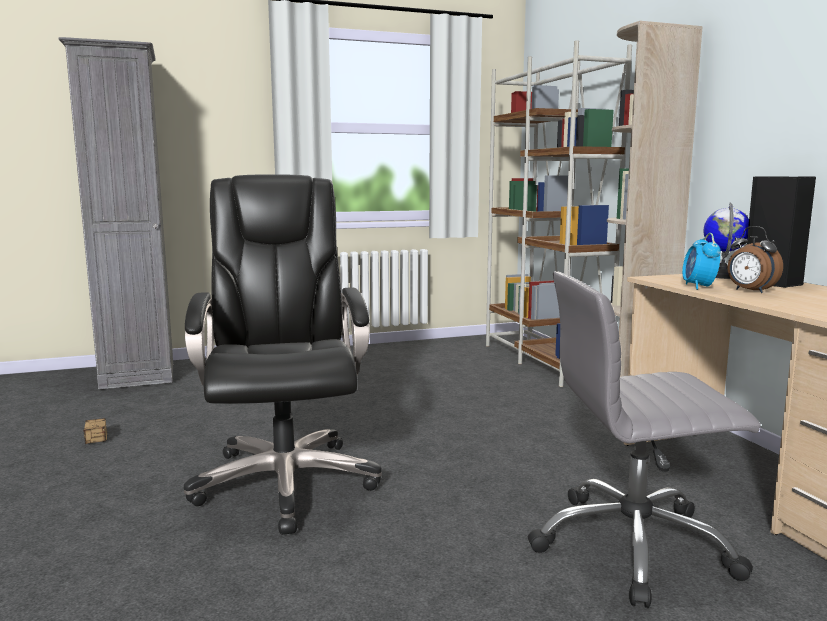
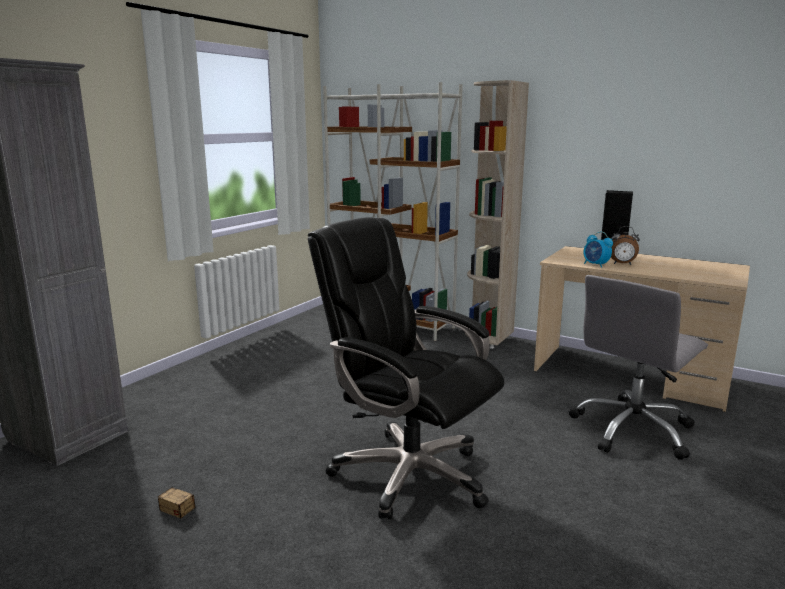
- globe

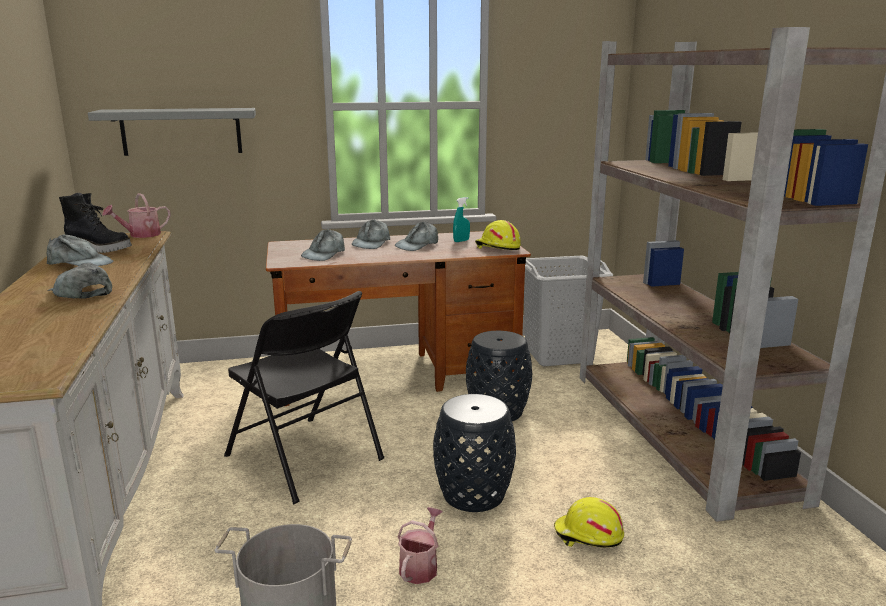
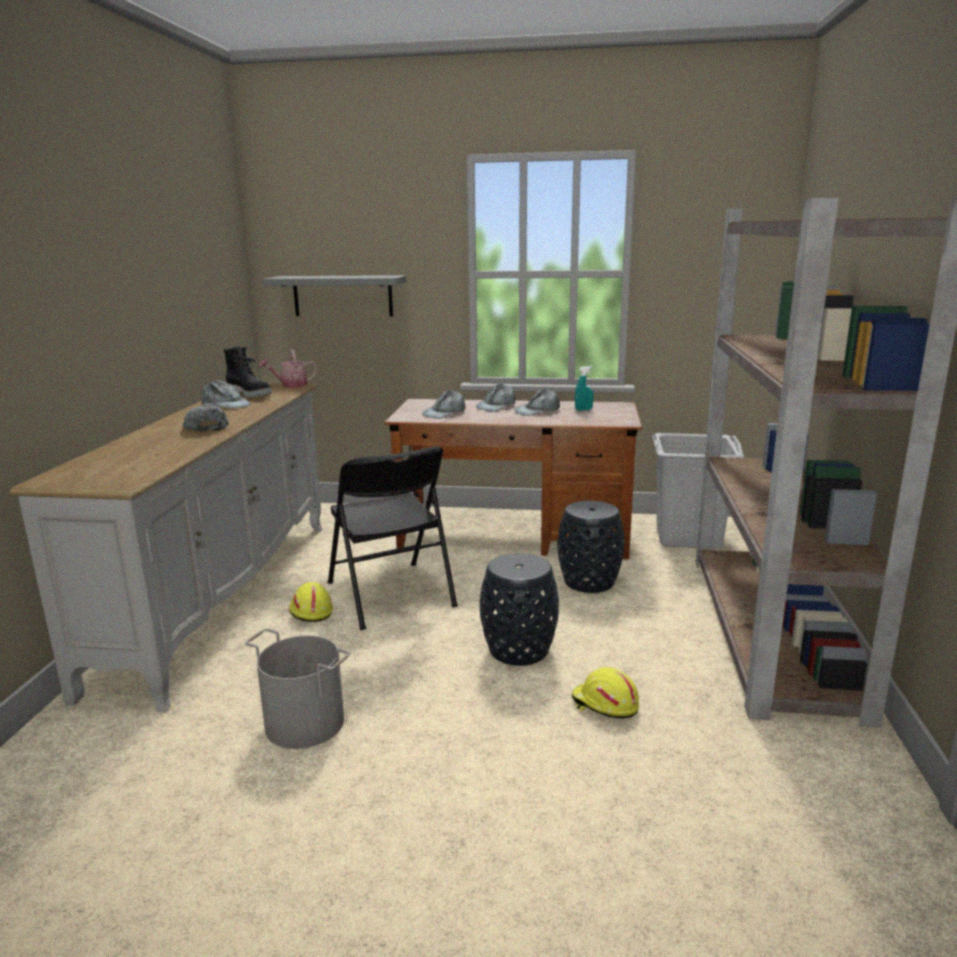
~ yellow hard hat (no. 1 from left)
- watering can (no. 2 from left)

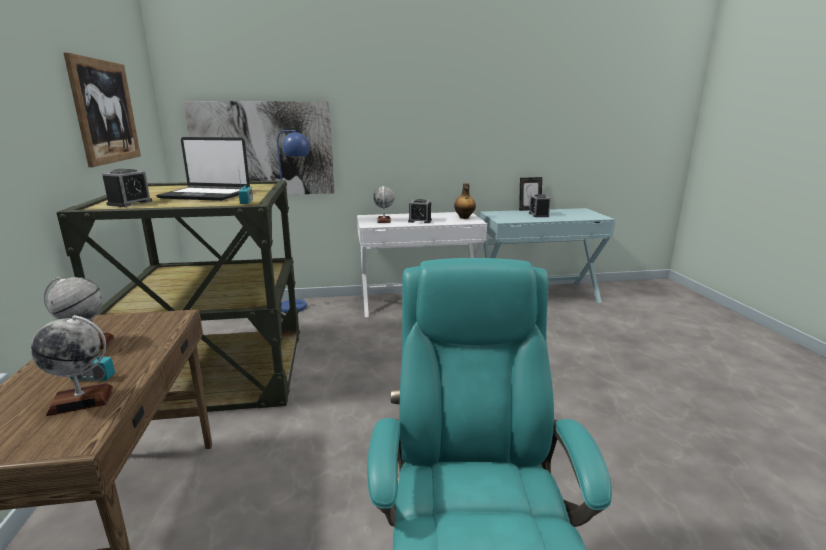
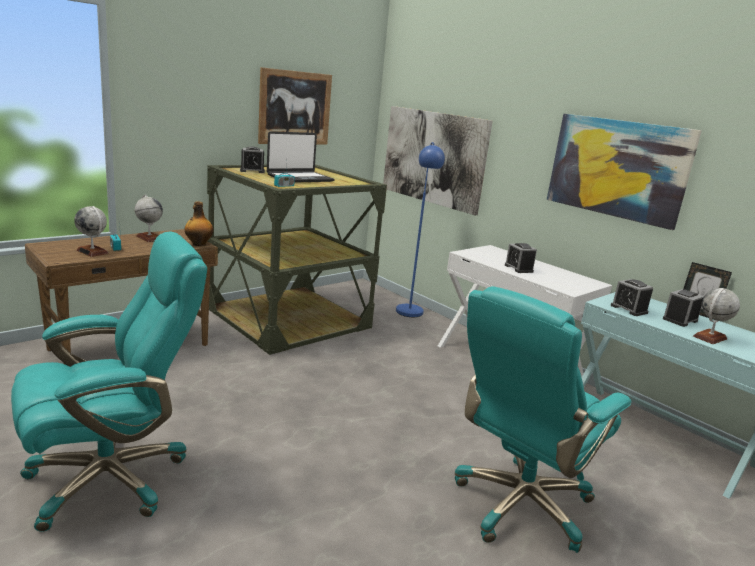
~ bottle
~ laptop 105 degrees counterclockwise
+ turquoise office chair (no. 2 from left)
+ picture (no. 3 from left)
+ alarm clock (no. 3 from left)
~ globe (no. 3 from left)

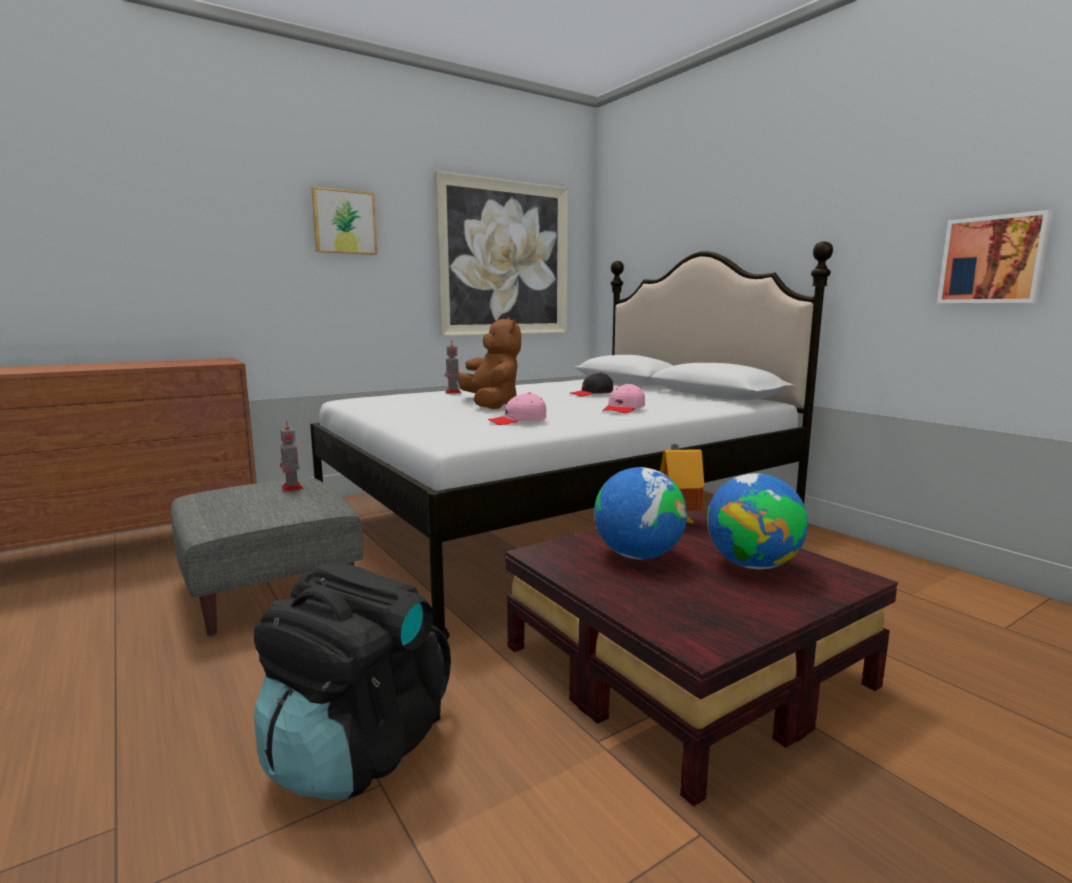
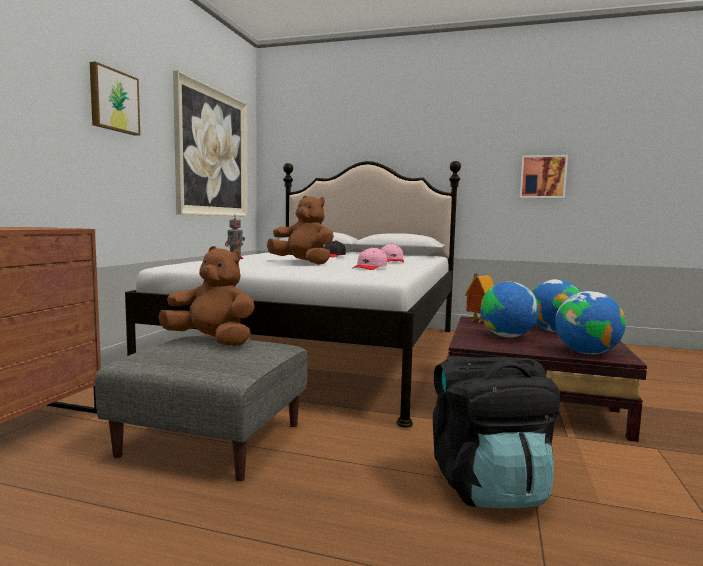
~ toy robot (no. 1 from left) to brown plush toy (no. 1 from left)
+ globe (no. 3 from left)

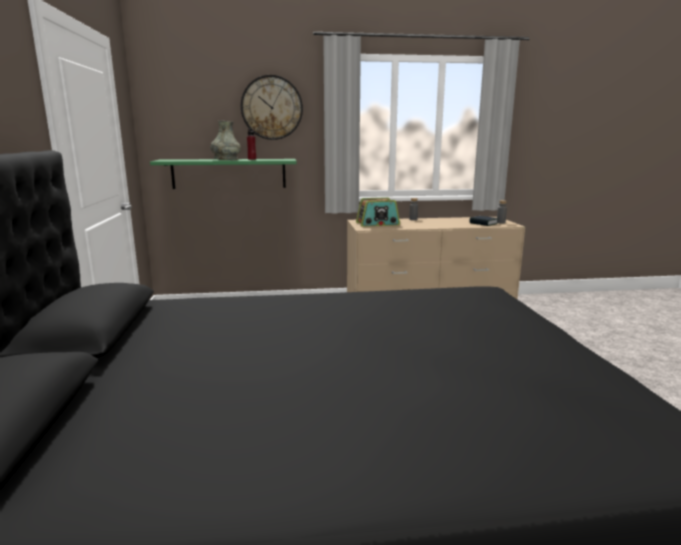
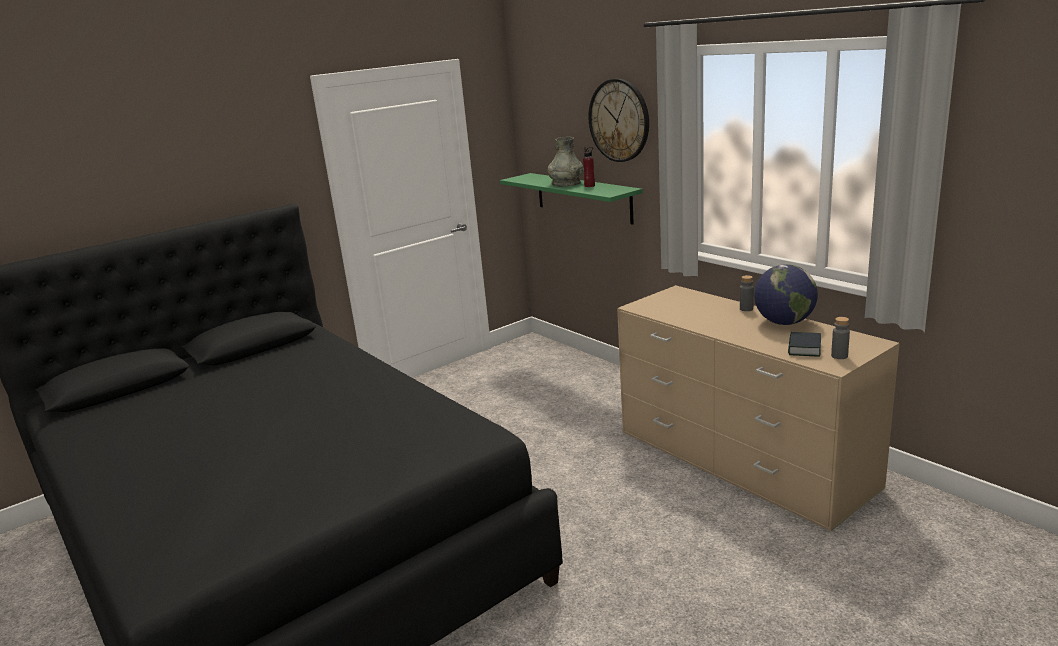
+ globe
- radio

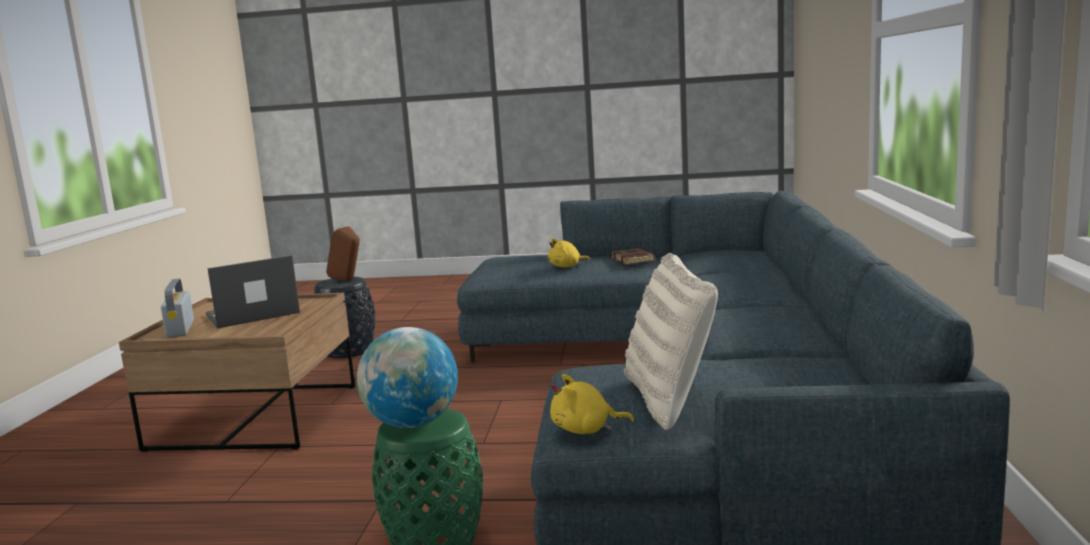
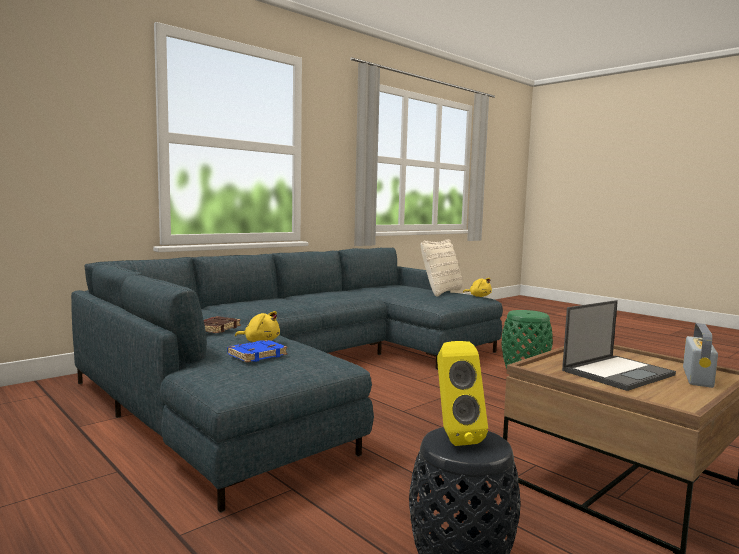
+ blue book
~ brown speaker to yellow speaker
~ laptop 45 degrees counterclockwise
- globe

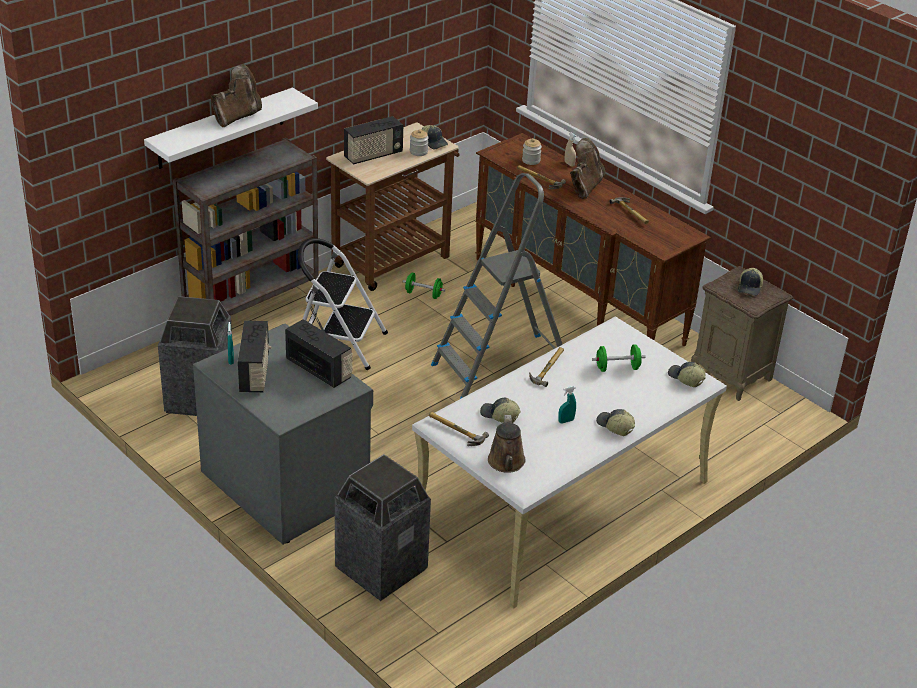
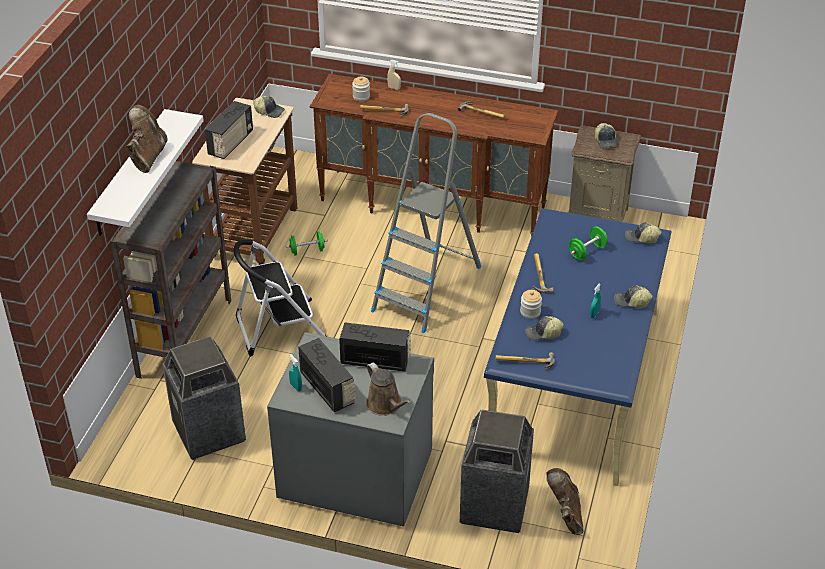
~ brown watering can
~ white desk to blue desk
~ jar (no. 1 from left in the first image) to jar (no. 2 from left)
~ brown boot (no. 2 from left)

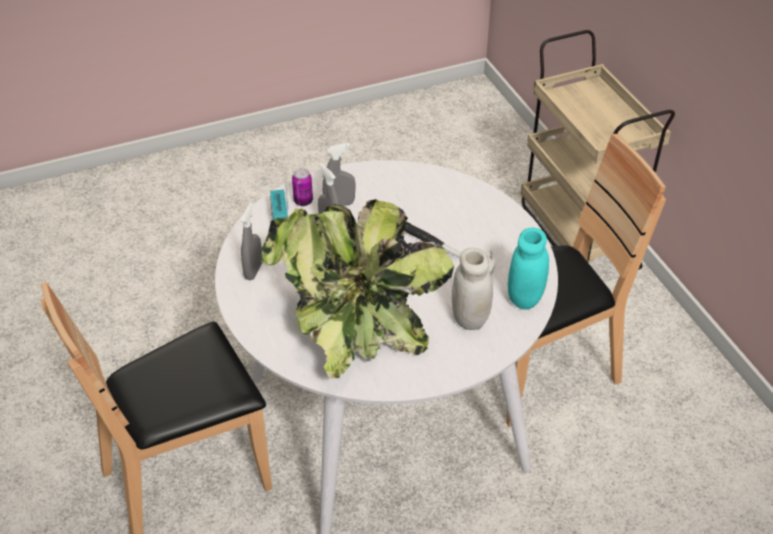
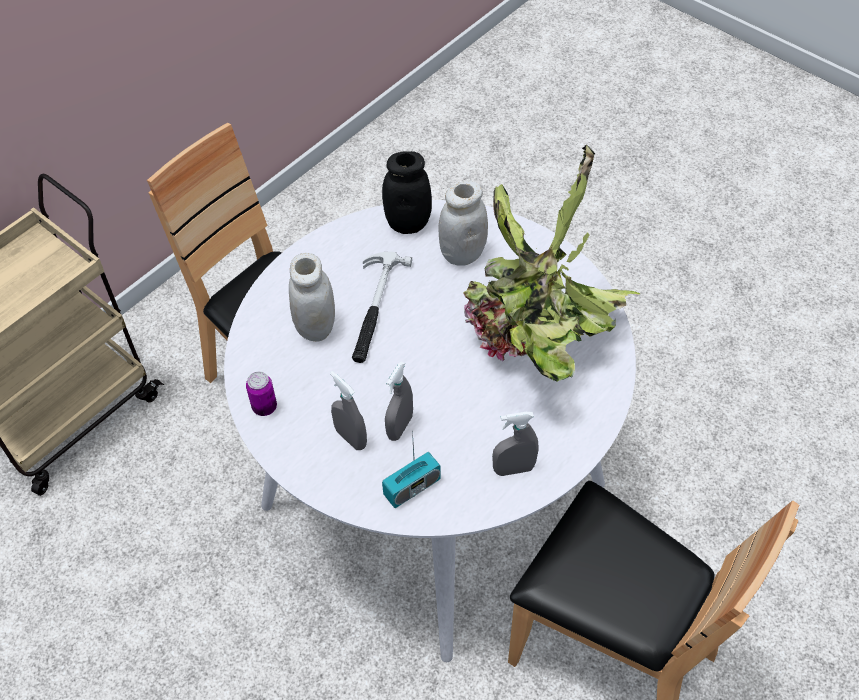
~ can
+ white jar (no. 1 from left)
~ turquoise jar to black jar

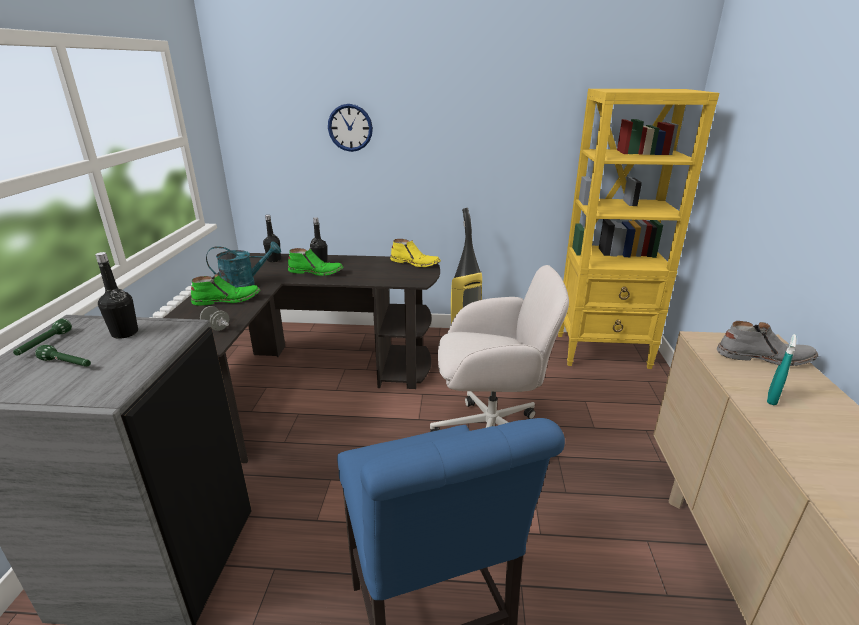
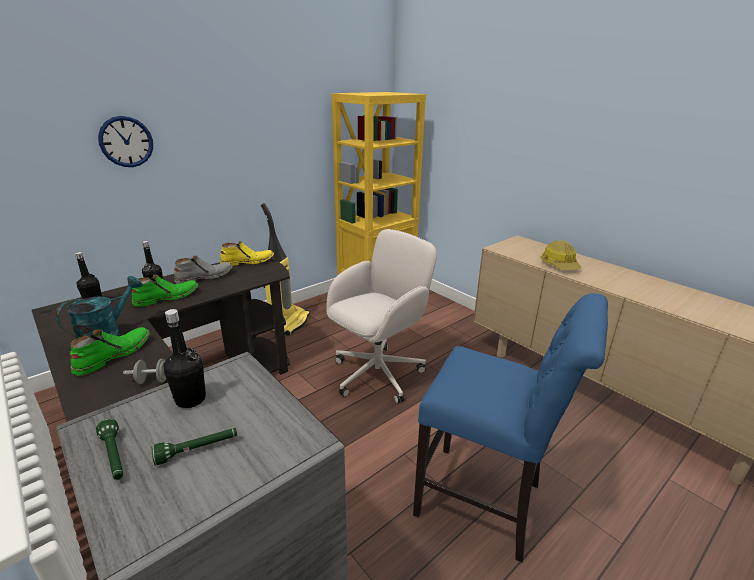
~ grey boot
~ turquoise spray bottle to hard hat

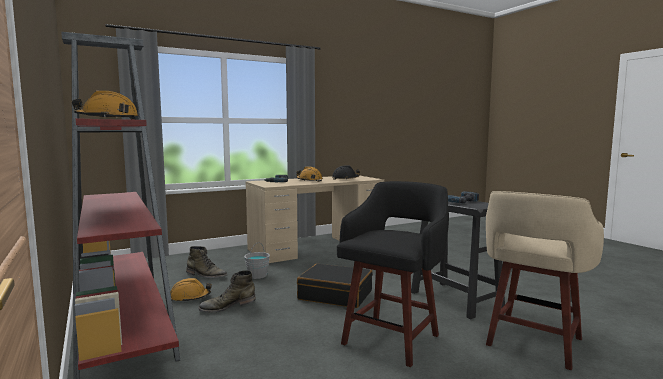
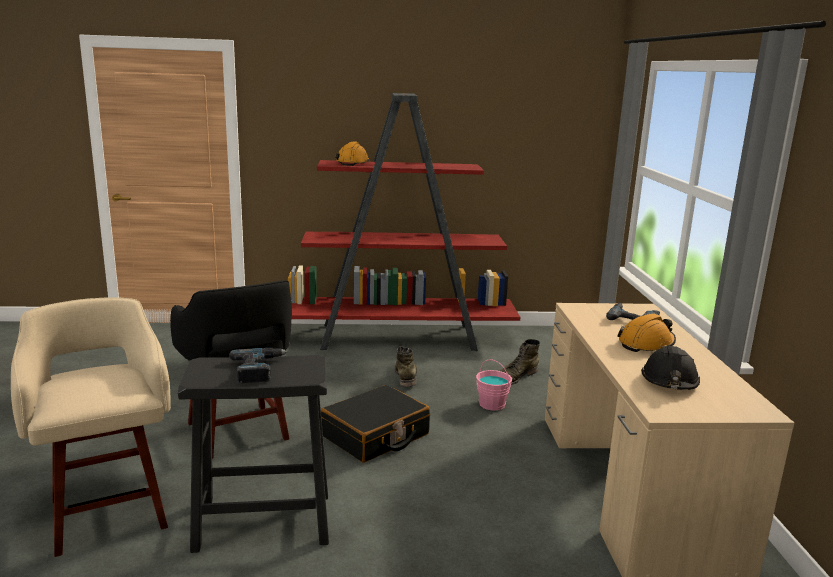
~ grey bucket to pink bucket
- orange hard hat (no. 2 from left)

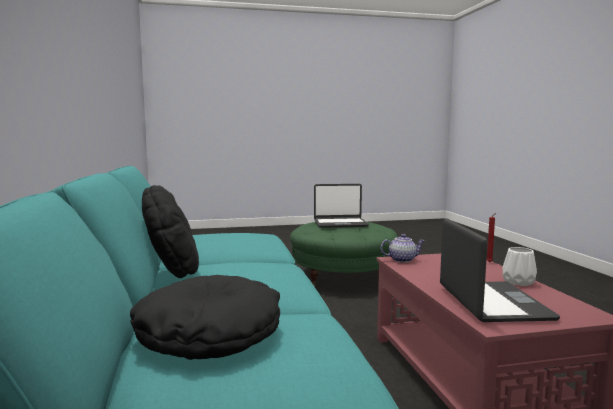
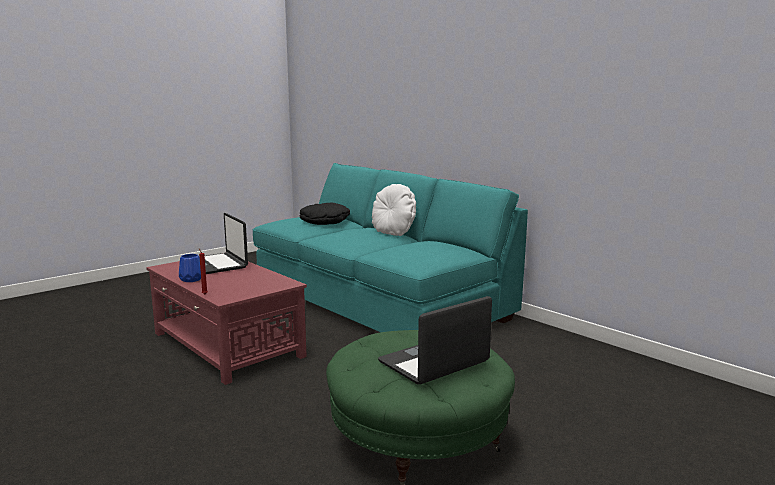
~ white vase to blue vase
~ black pillow (no. 1 from left) to white pillow
- teapot

